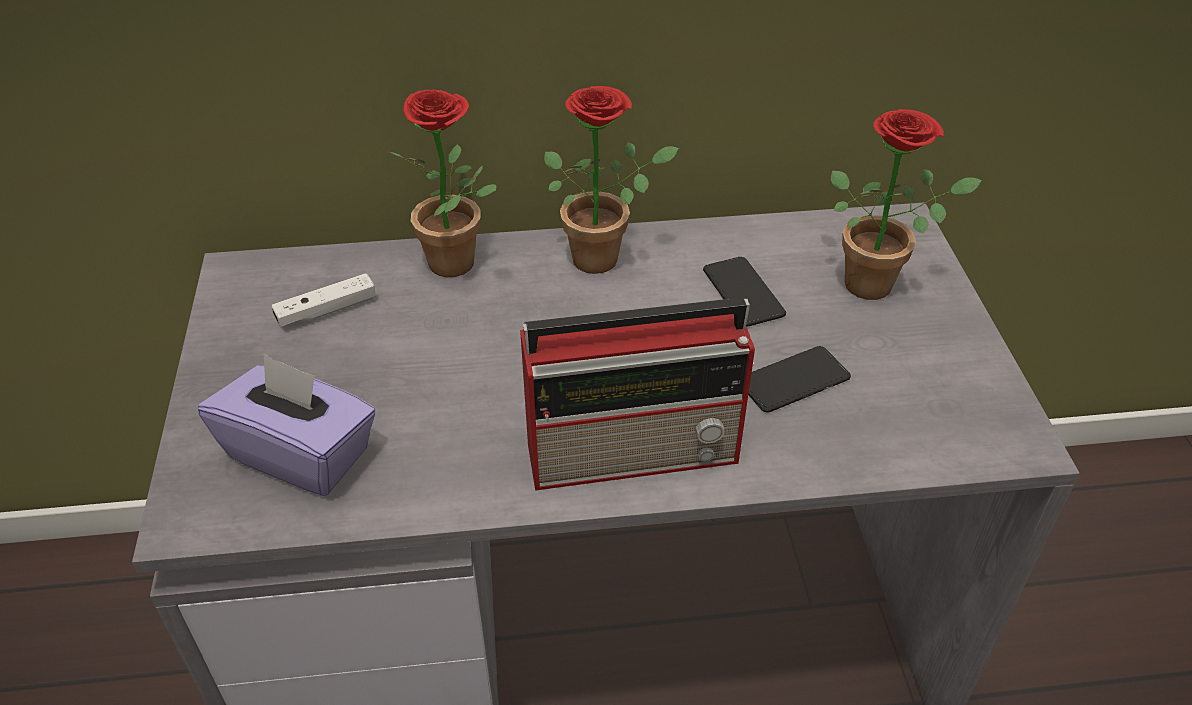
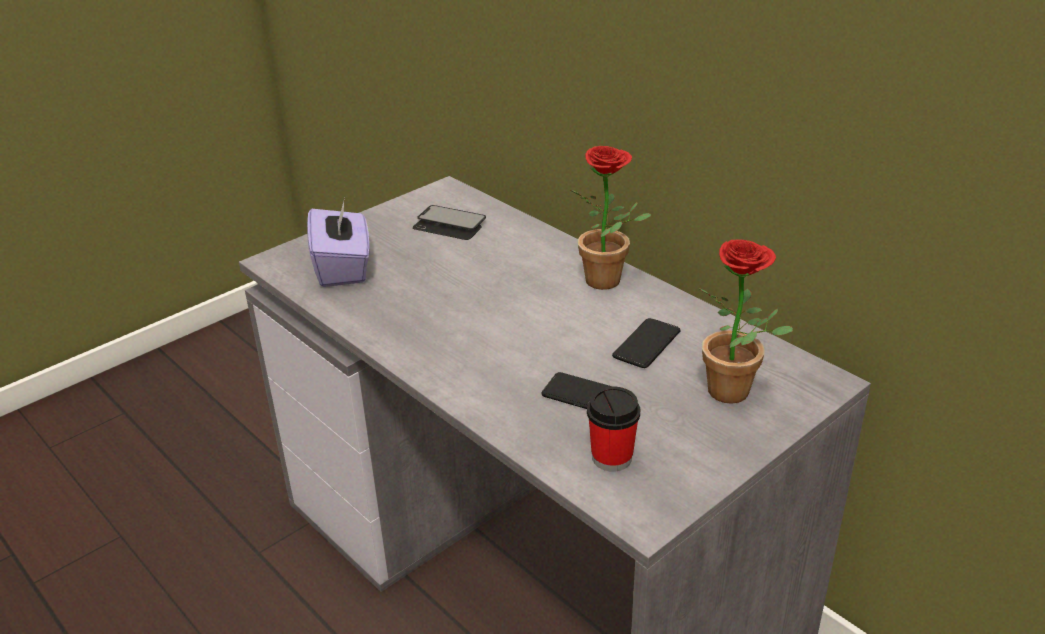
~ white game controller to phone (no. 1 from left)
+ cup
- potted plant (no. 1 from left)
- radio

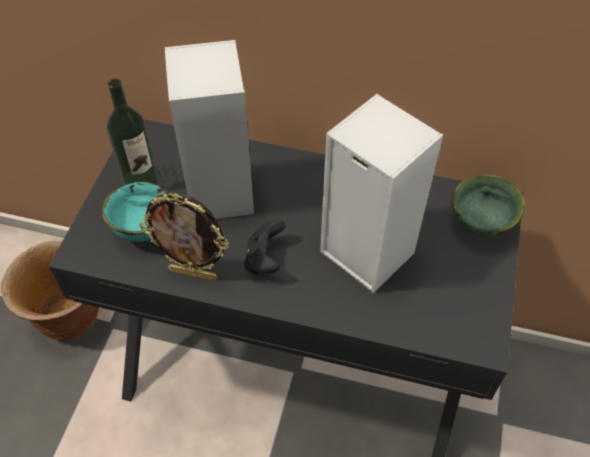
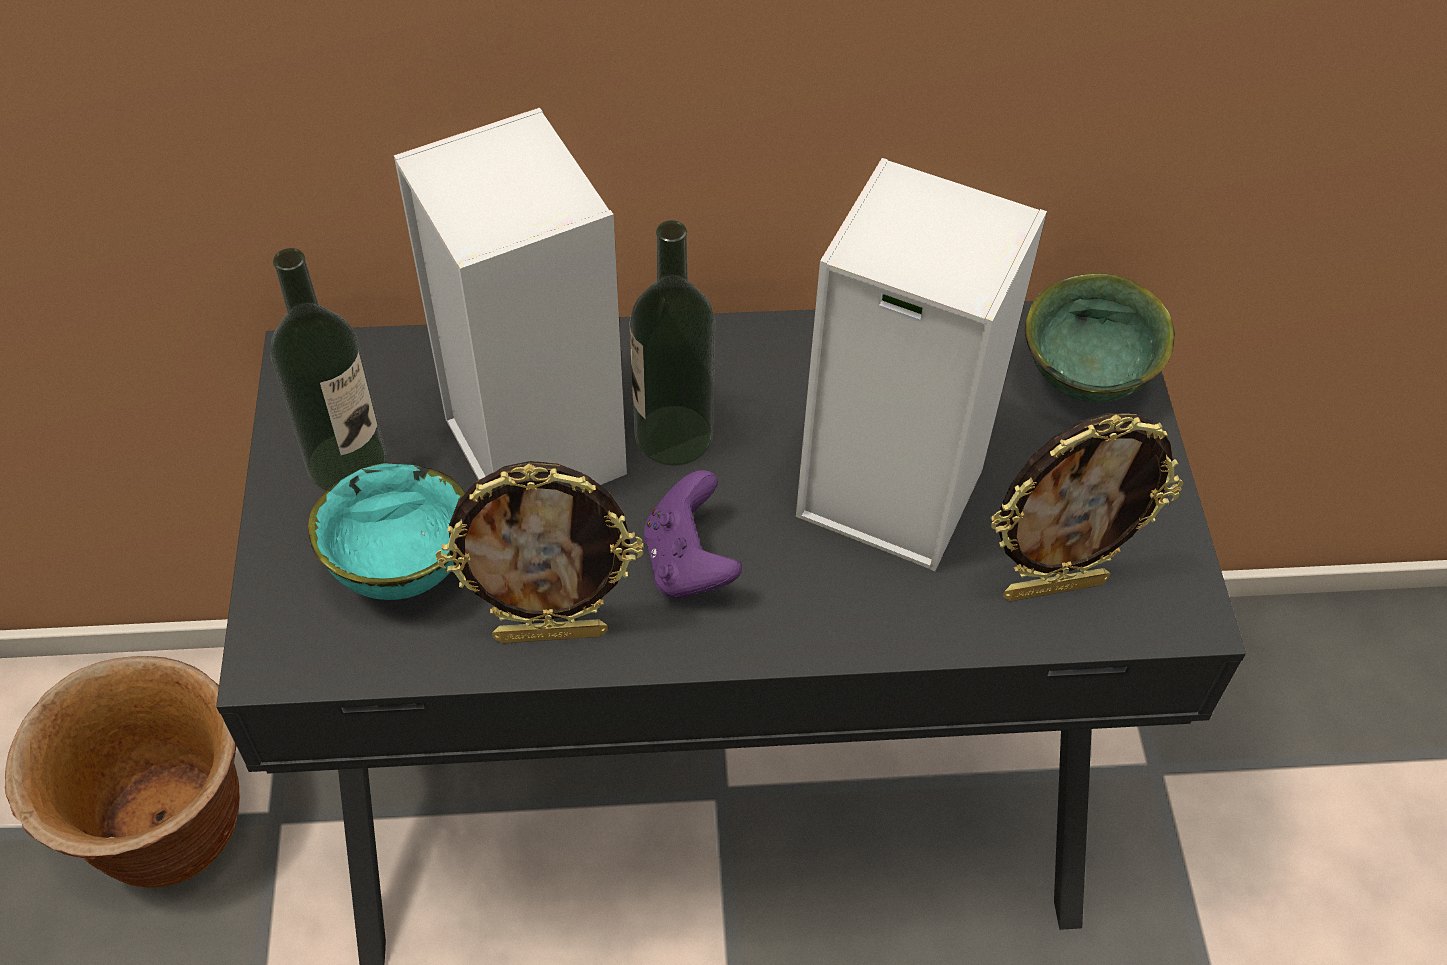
+ bottle (no. 2 from left)
~ black game controller to purple game controller
+ picture frame (no. 2 from left)

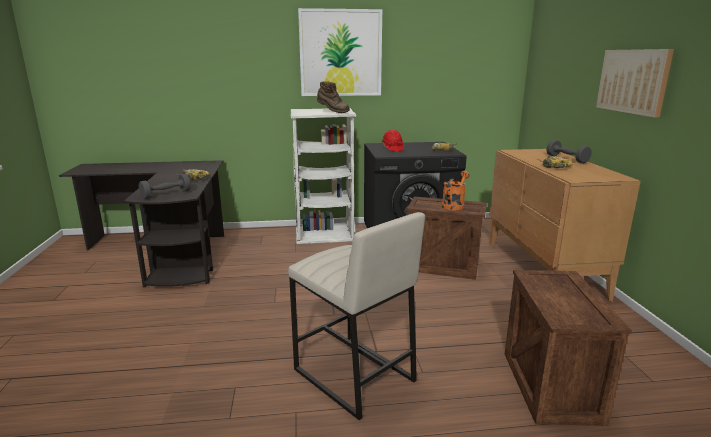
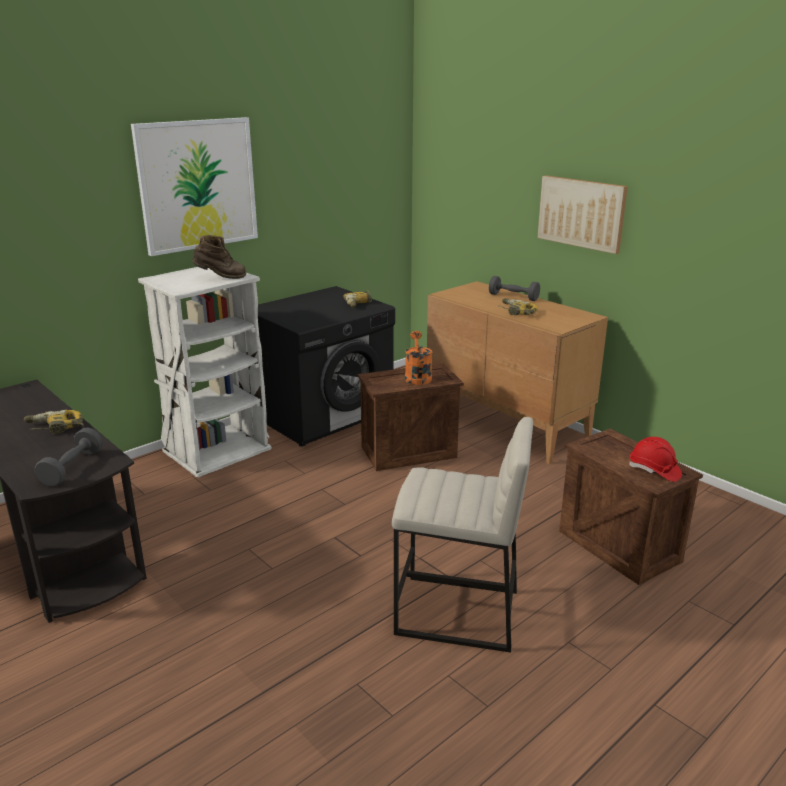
~ red hard hat

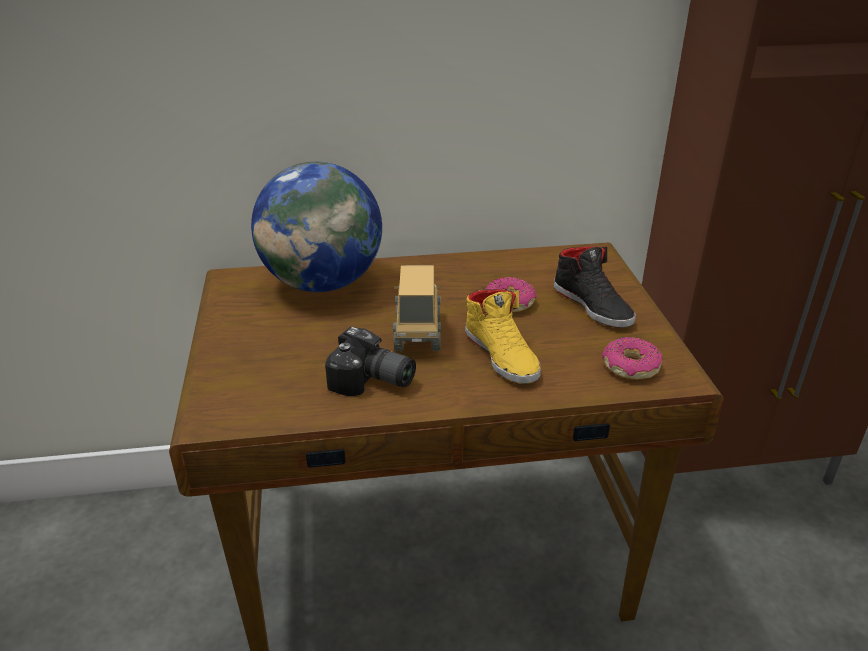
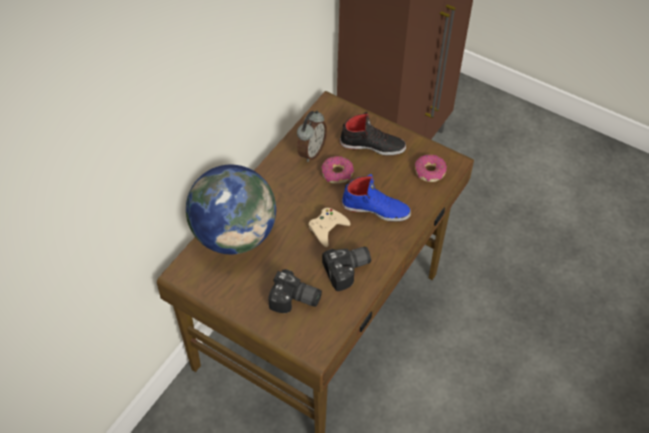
+ photo camera (no. 1 from left)
+ alarm clock
~ toy truck to beige game controller
~ yellow shoe to blue shoe

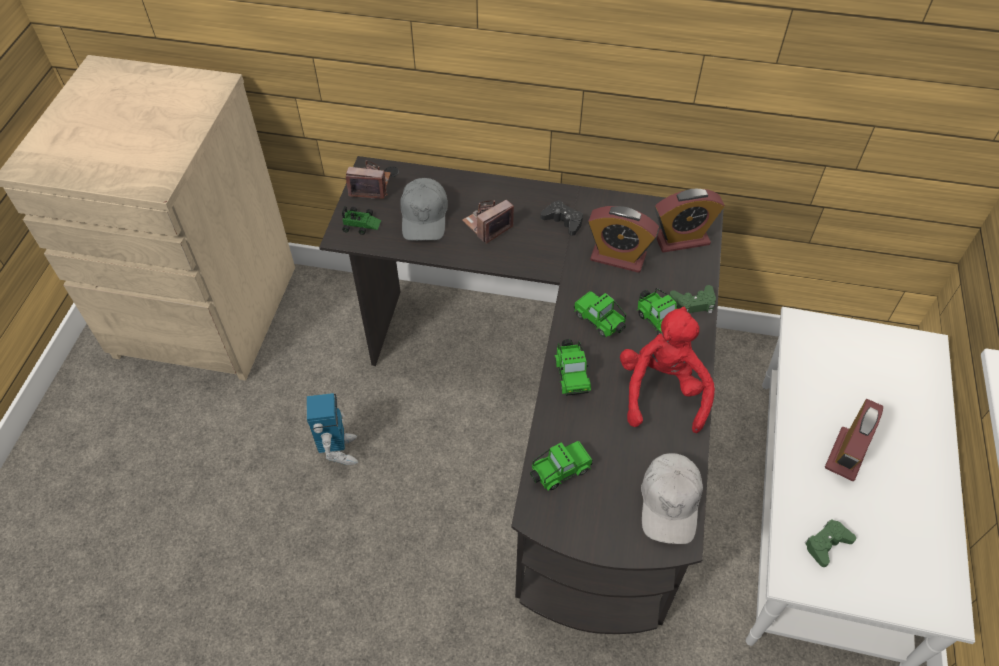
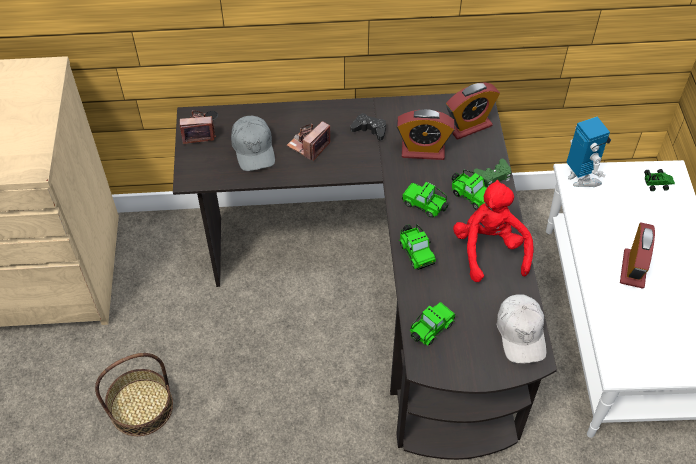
+ basket
~ toy robot
~ toy car (no. 1 from left in the first image) to toy car (no. 5 from left)
- green game controller (no. 2 from left)

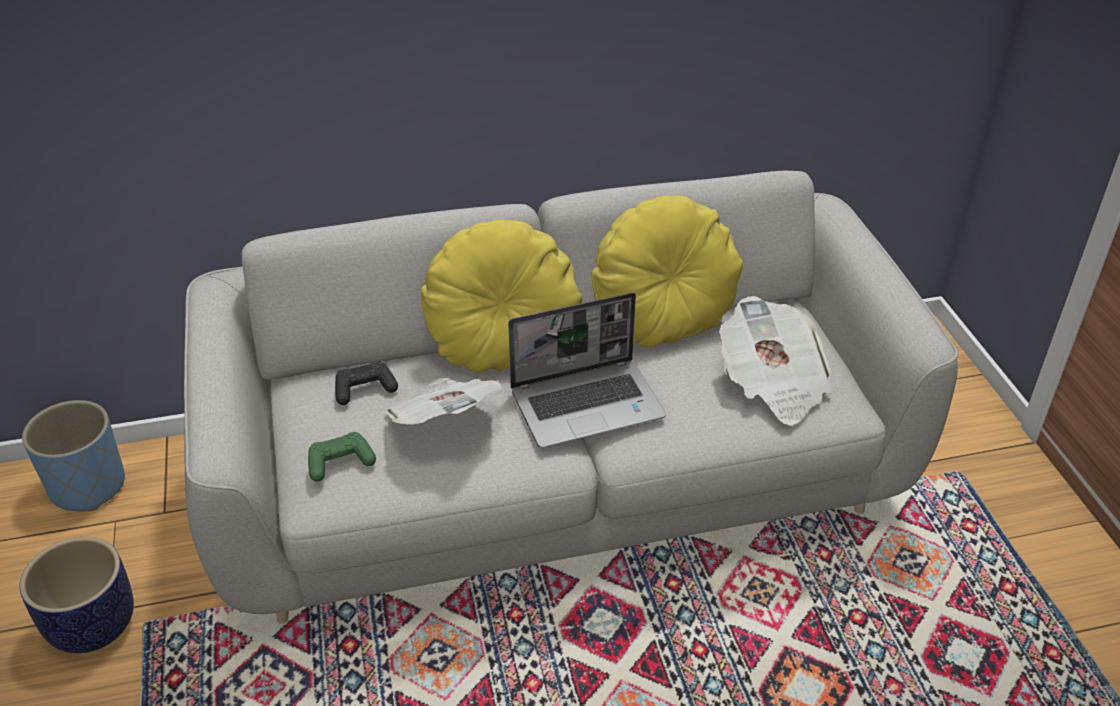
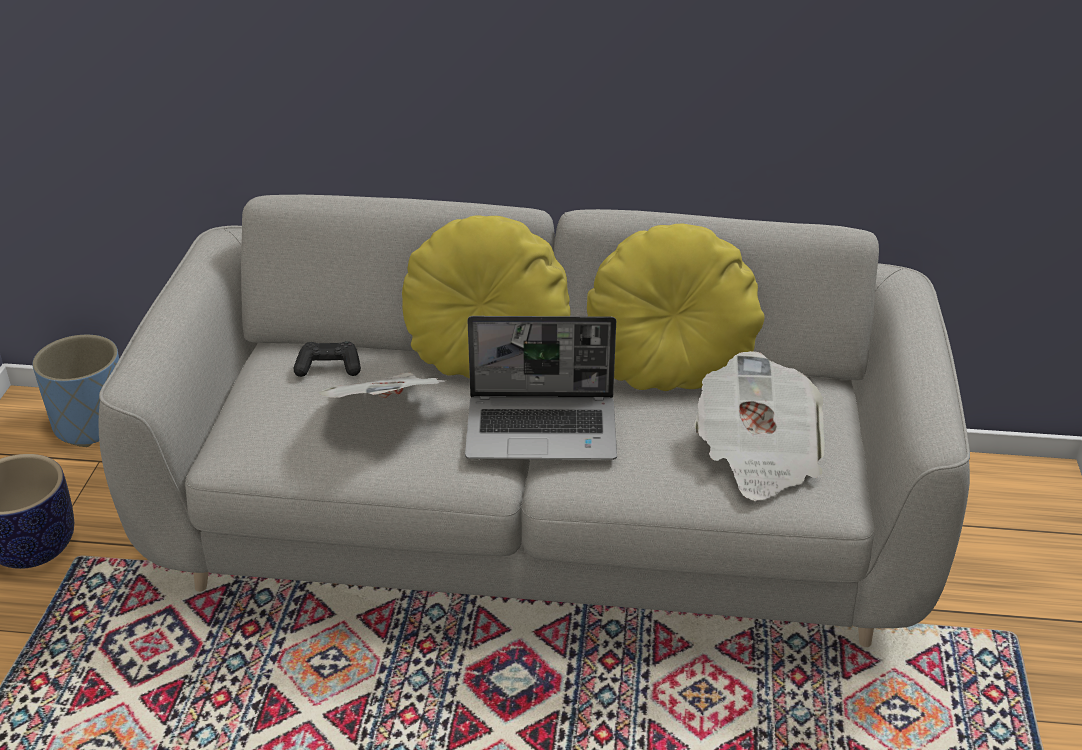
- green game controller

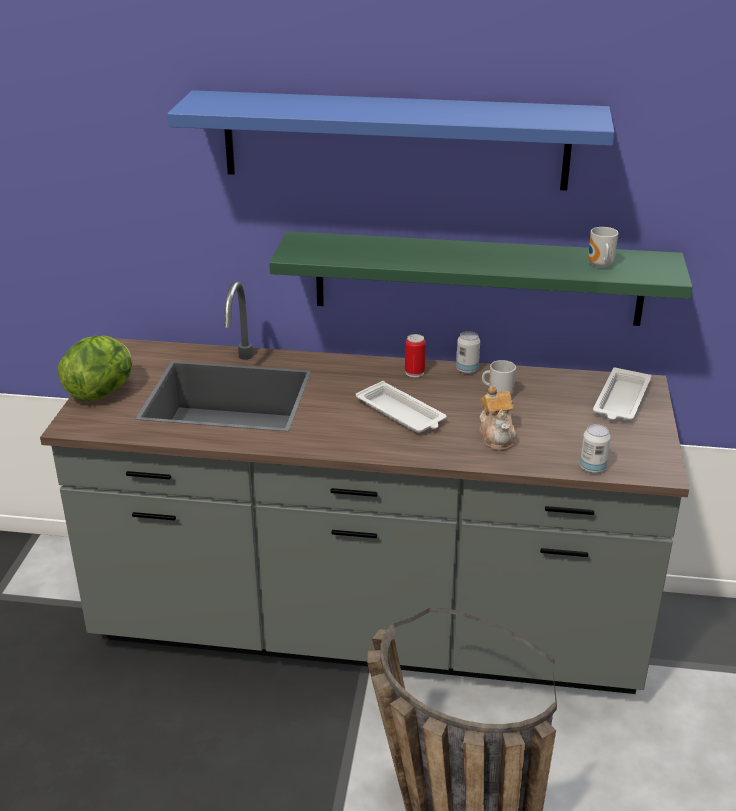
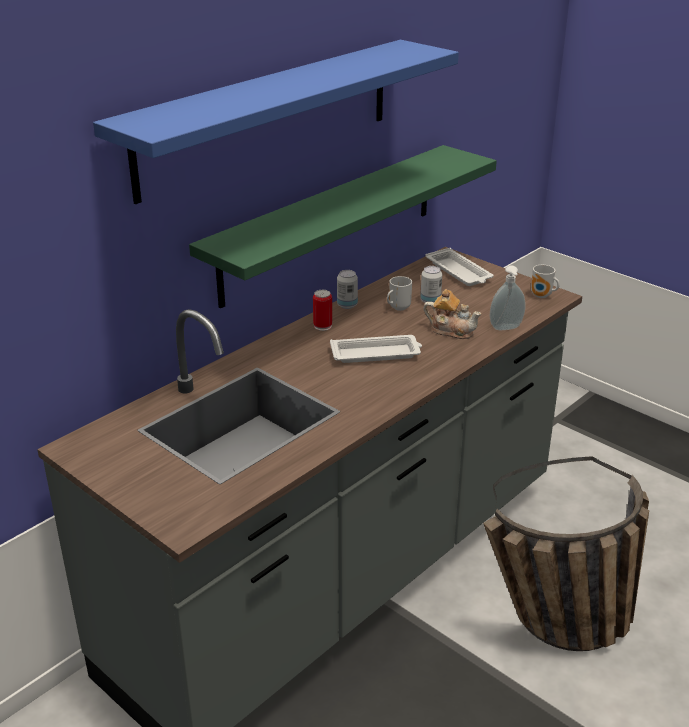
~ can (no. 3 from left)
+ soap dispenser
~ mug (no. 2 from left)
- lettuce

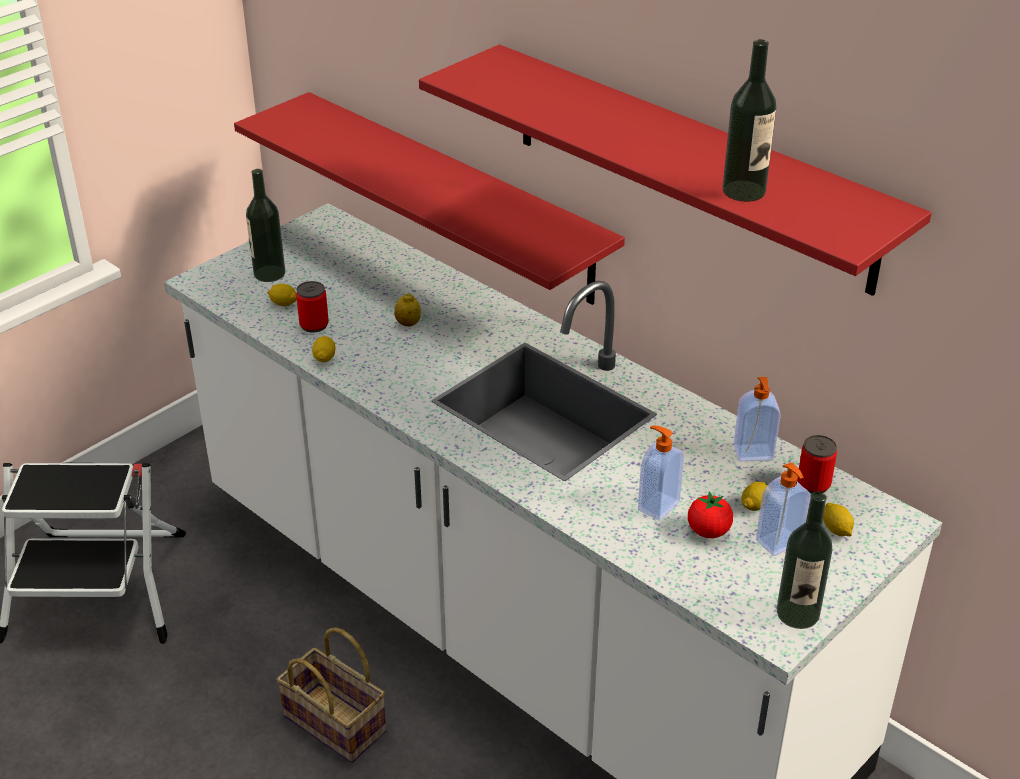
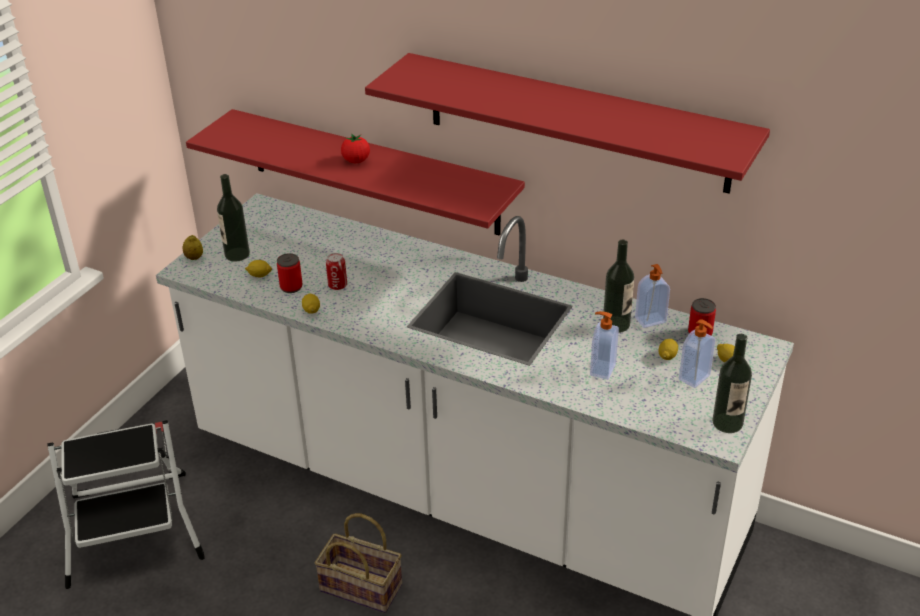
~ lemon (no. 3 from left in the first image) to lemon (no. 1 from left)
+ can (no. 2 from left)
~ tomato
~ bottle (no. 2 from left)

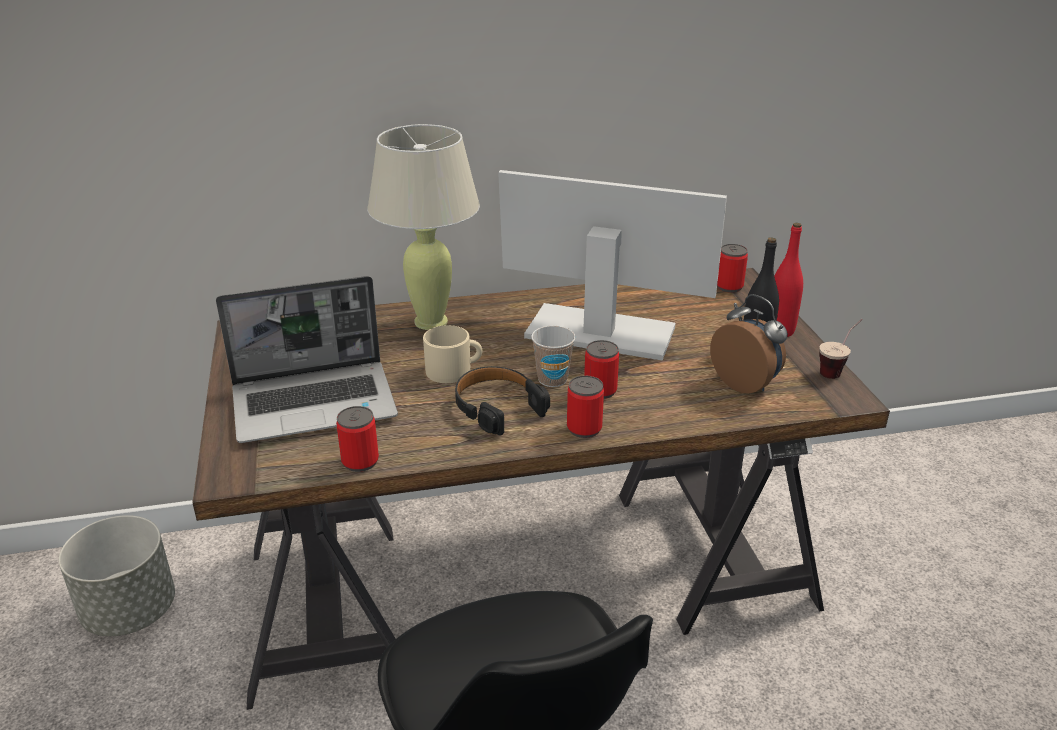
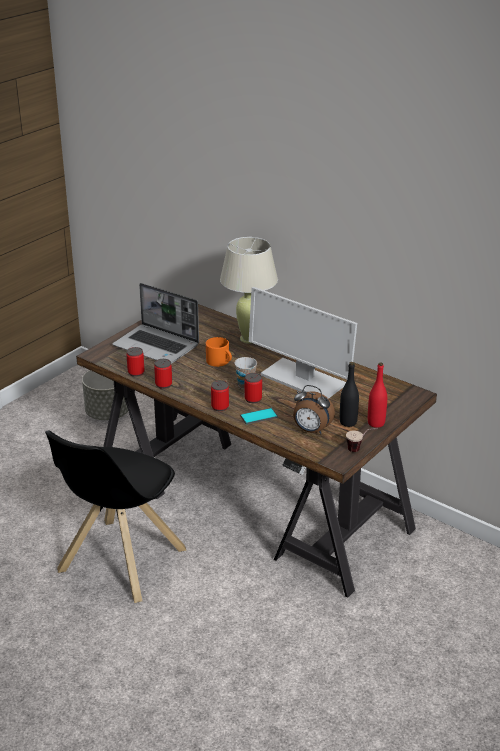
~ can (no. 4 from left in the first image) to can (no. 2 from left)
~ beige mug to orange mug
+ phone
~ monitor 150 degrees clockwise
~ alarm clock 105 degrees clockwise
- black headphones

